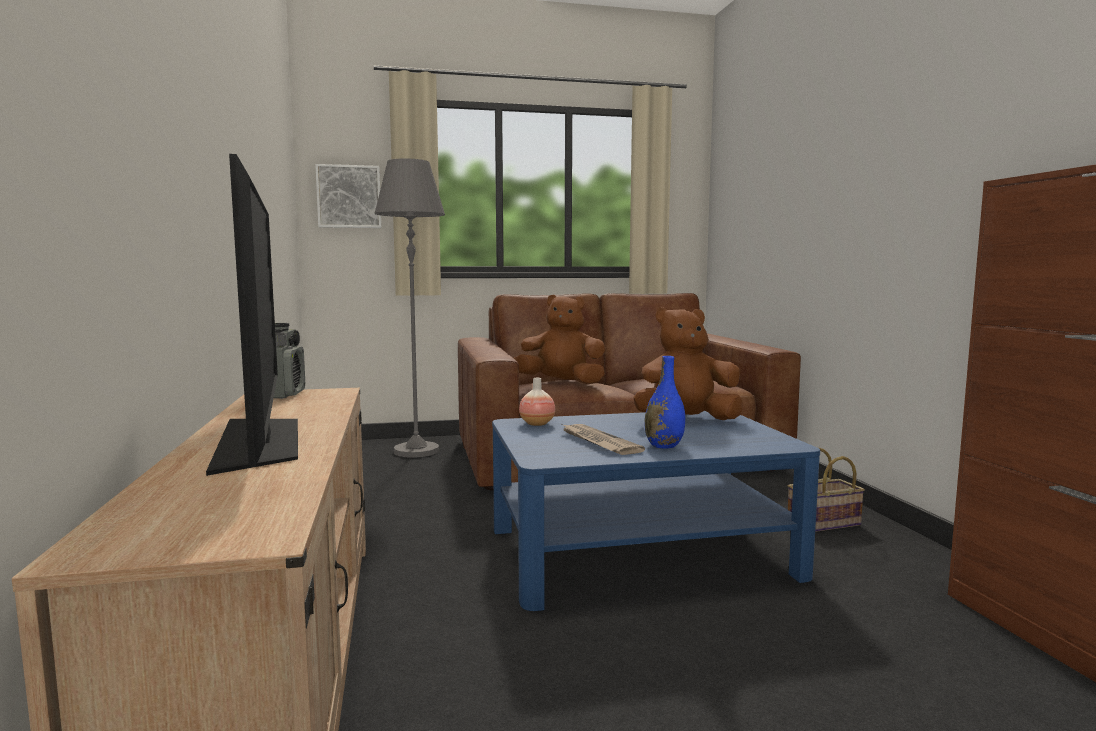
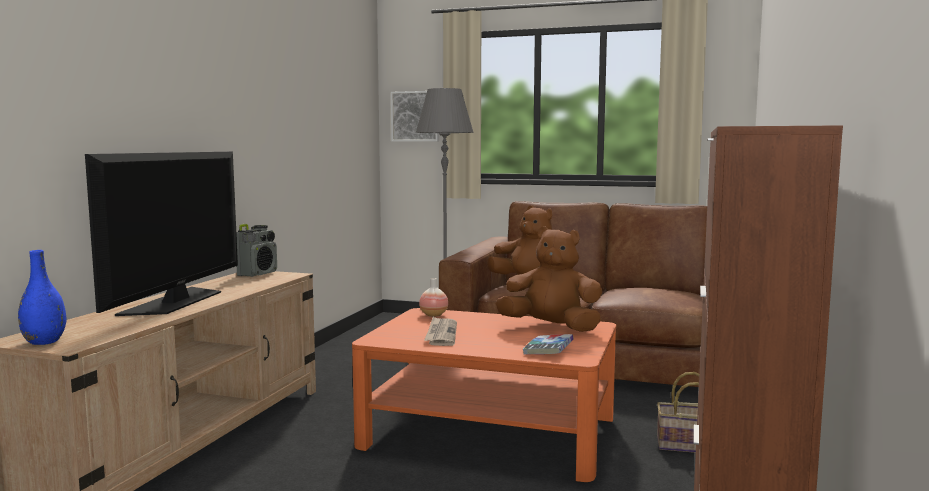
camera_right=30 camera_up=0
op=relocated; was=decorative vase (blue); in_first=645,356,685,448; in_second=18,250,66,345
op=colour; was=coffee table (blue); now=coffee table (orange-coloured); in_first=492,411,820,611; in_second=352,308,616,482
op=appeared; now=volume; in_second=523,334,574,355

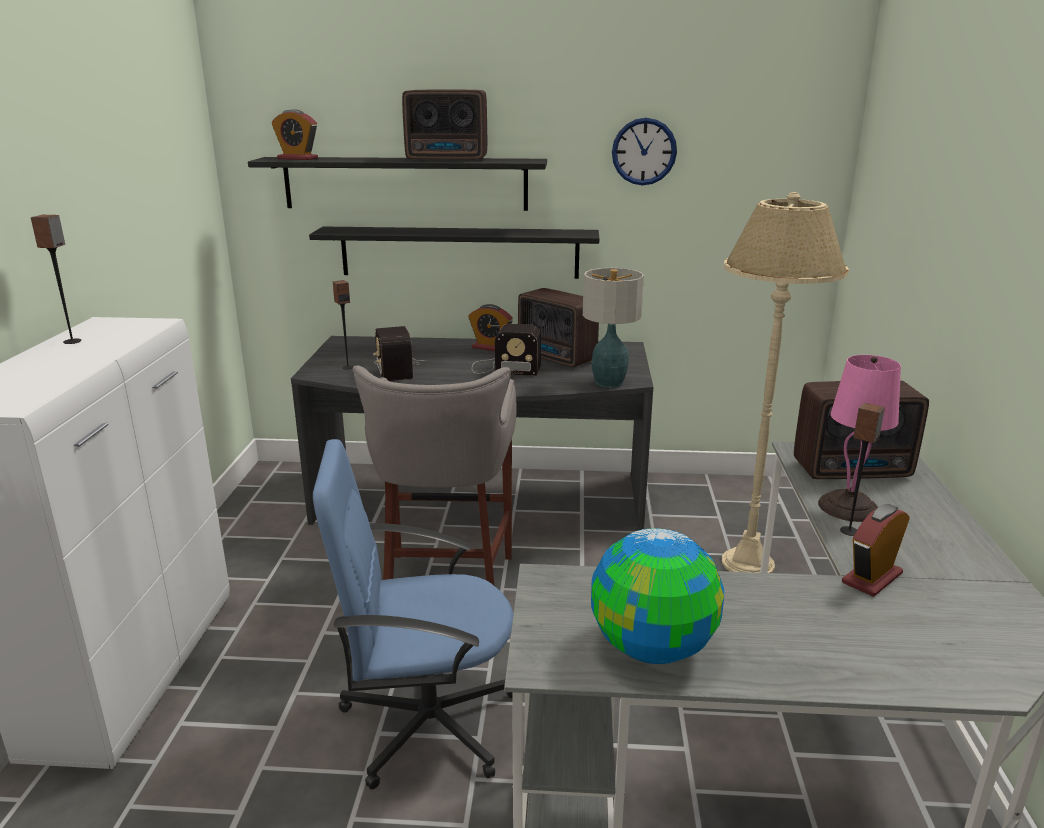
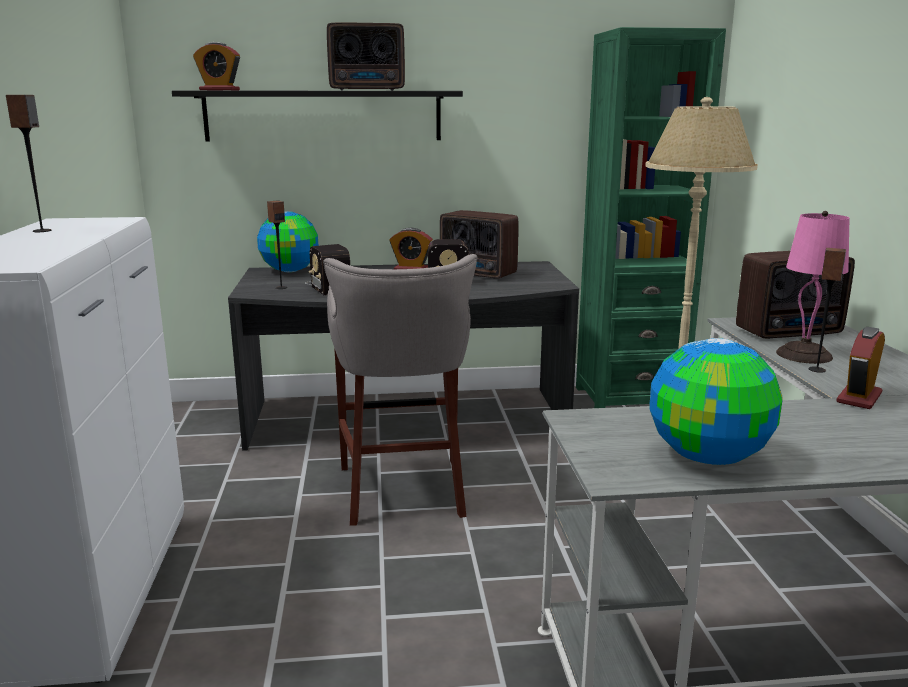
camera_right=-10 camera_up=-5
op=missing; was=clock on the wall; in_first=612,118,677,185
op=missing; was=wall shelf (black-coloured); in_first=309,227,599,279
op=missing; was=table lamp; in_first=583,268,644,388
op=missing; was=office chair (blue); in_first=313,439,514,789
op=appeared; now=bookshelf (greenish); in_second=576,27,726,408
op=appeared; now=world globe; in_second=257,211,318,272

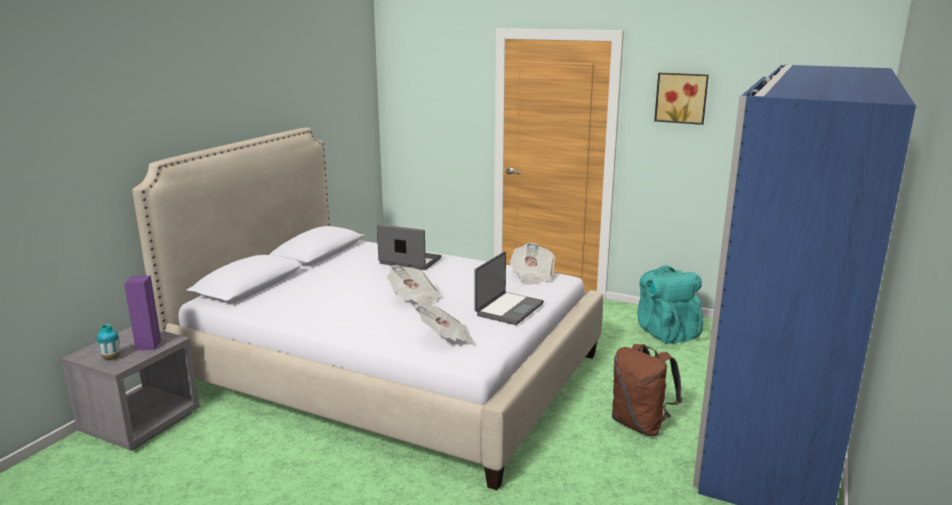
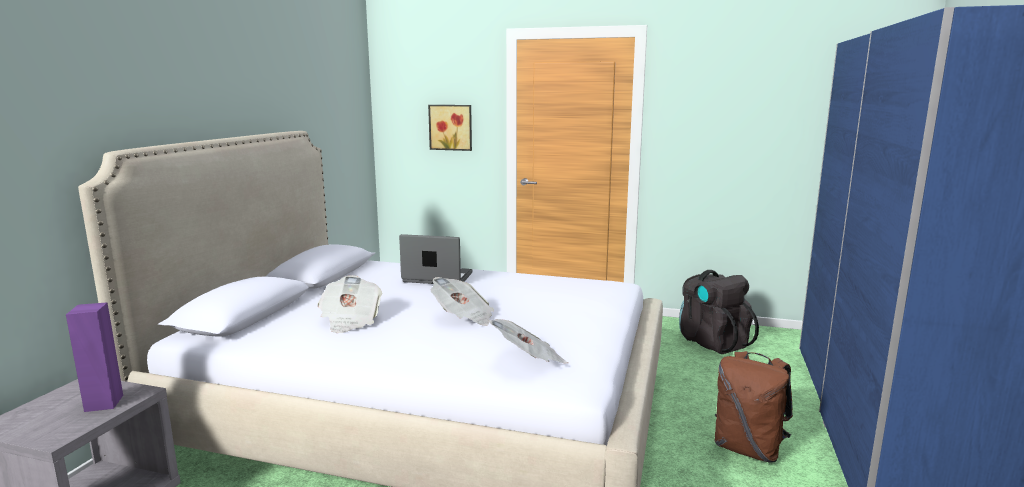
camera_right=-10 camera_up=-5
op=relocated; was=wall picture; in_first=654,73,709,125; in_second=428,105,472,151
op=relocated; was=newspaper; in_first=509,243,555,285; in_second=317,275,382,333
op=missing; was=portable computer; in_first=474,252,544,325
op=colour; was=rucksack (blue-green); now=rucksack (black-coloured); in_first=637,265,704,344; in_second=679,270,759,354
op=missing; was=decorative vase; in_first=97,324,121,360

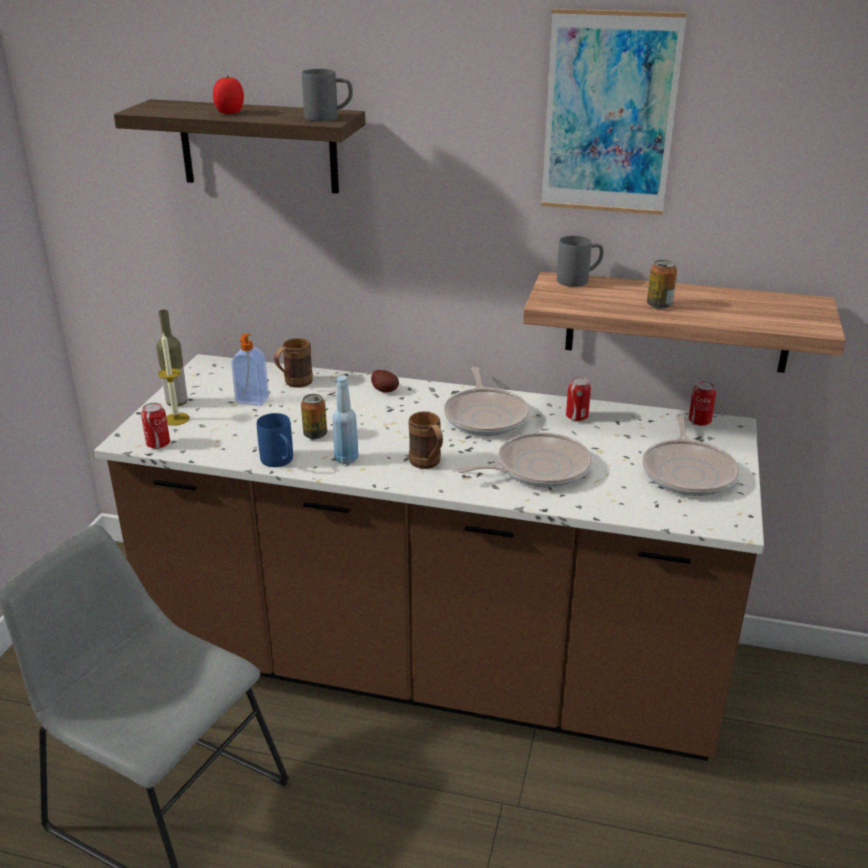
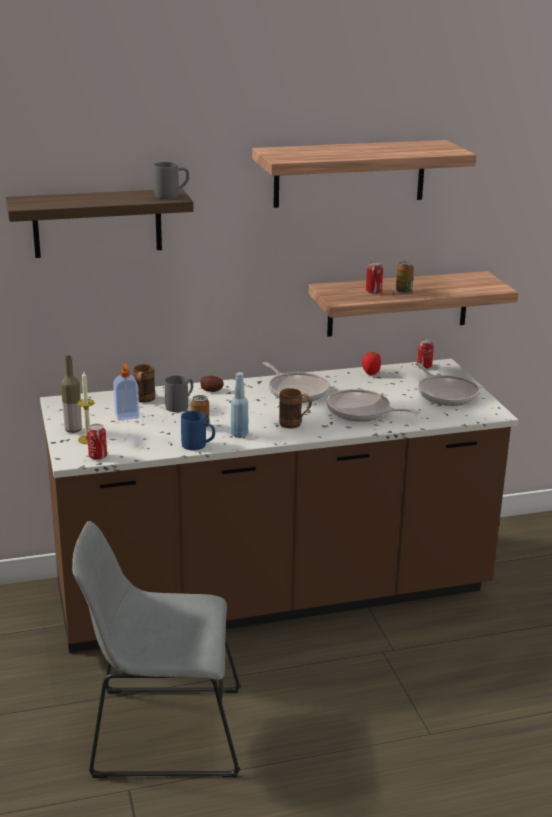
camera_right=-30 camera_up=-5
op=exchanged; was=wall picture; now=wall shelf; in_first=541,8,687,215; in_second=252,140,477,208
op=relocated; was=whole tomato; in_first=213,75,244,114; in_second=362,352,381,375
op=relocated; was=tea mug (gray); in_first=557,236,604,287; in_second=165,376,193,412
op=relocated; was=can; in_first=566,377,591,421; in_second=366,262,383,294
op=spun; was=pan; in_first=457,432,592,488; in_second=326,389,420,421; clockwise=-105

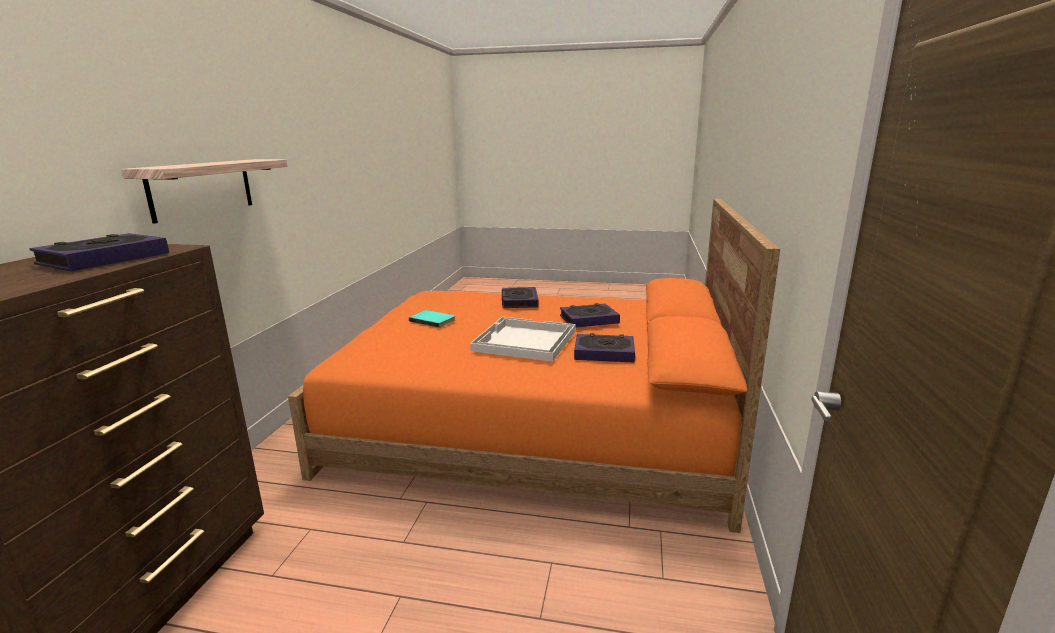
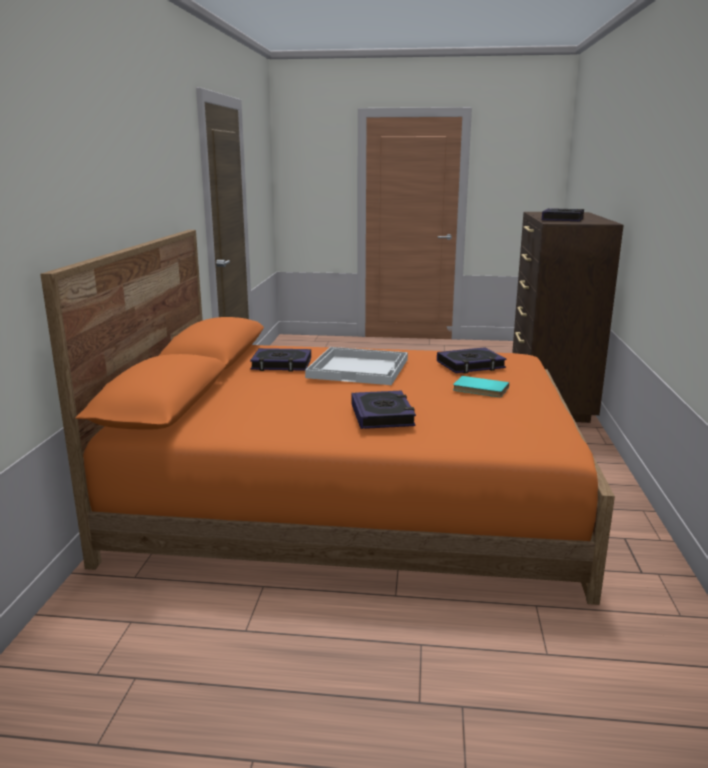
camera_right=175 camera_up=0
op=missing; was=wall shelf; in_first=121,159,287,224
op=relocated; was=volume; in_first=560,303,620,327; in_second=437,347,506,374

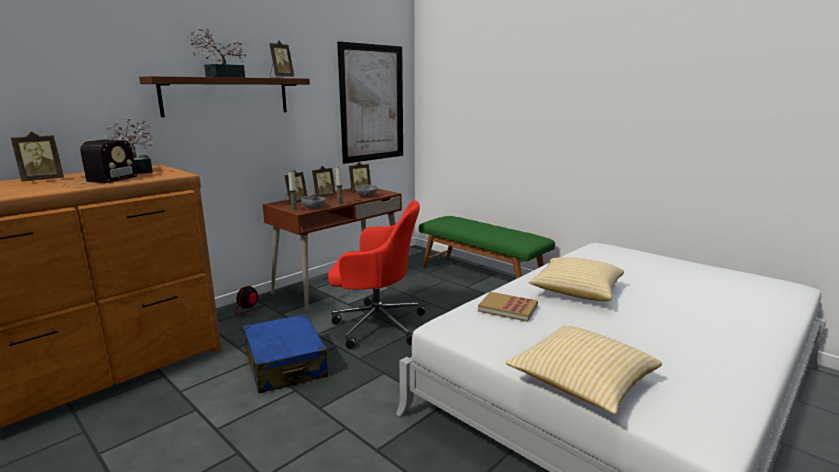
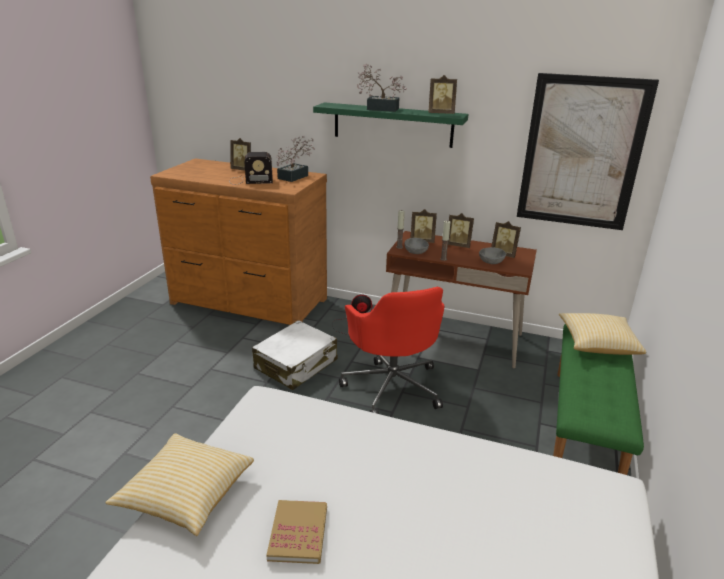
camera_right=65 camera_up=10
op=colour; was=wall shelf (brown-coloured); now=wall shelf (greenish); in_first=139,76,310,117; in_second=313,102,468,148
op=relocated; was=cushion; in_first=529,257,624,301; in_second=559,313,646,355
op=relocated; was=volume; in_first=478,292,538,322; in_second=267,500,327,564
op=colour; was=travel case (blue); now=travel case (whitish); in_first=243,314,328,393; in_second=252,320,337,390

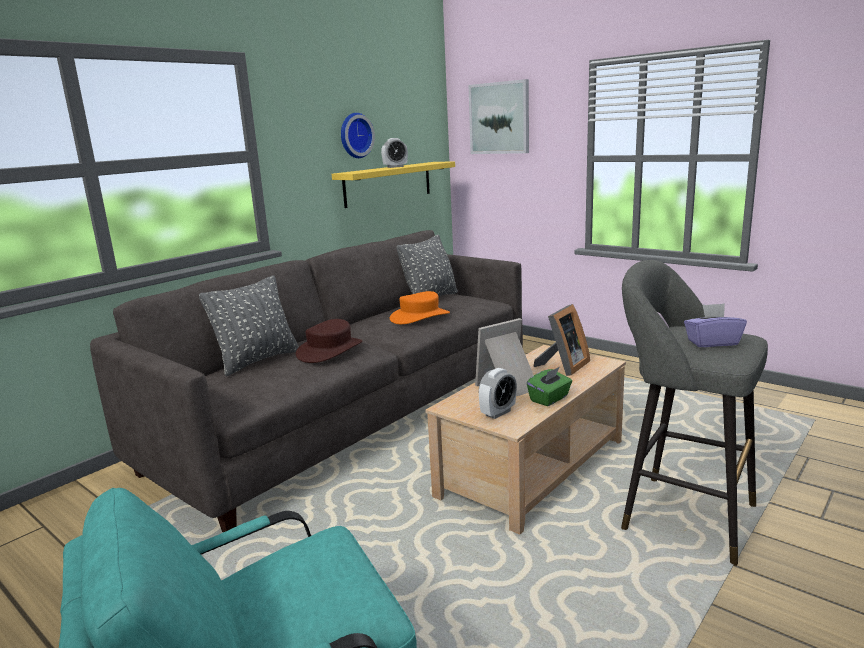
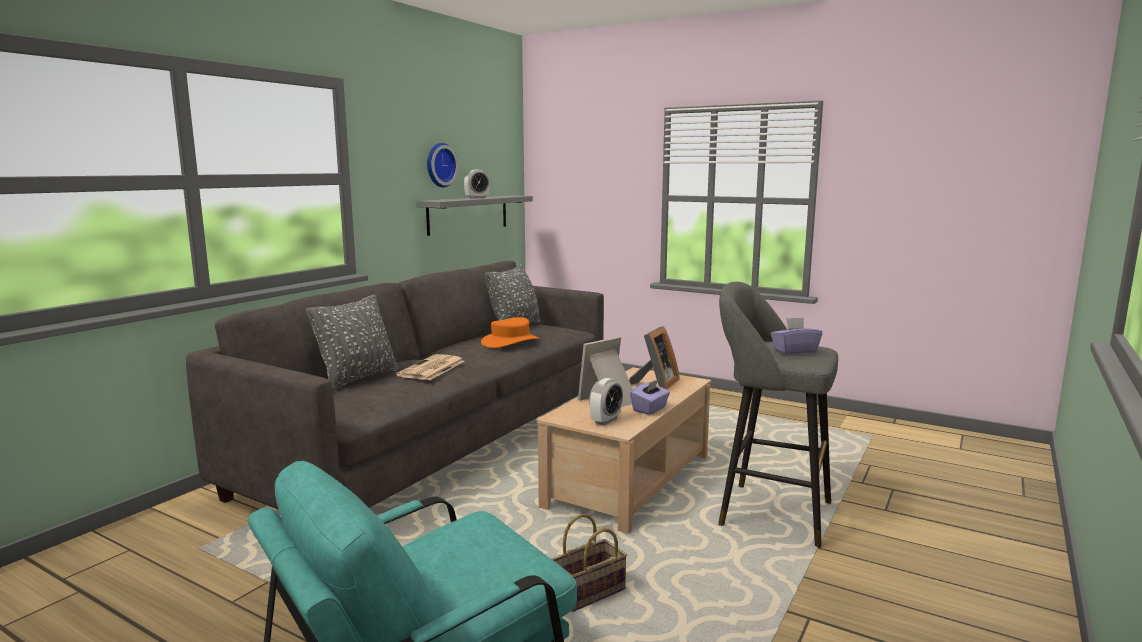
camera_right=-10 camera_up=-5
op=missing; was=wall picture; in_first=468,79,529,154
op=colour; was=wall shelf (yellow-coloured); now=wall shelf (gray); in_first=332,162,455,208; in_second=417,195,533,236
op=exchanged; was=clothing hat (brown-coloured); now=newspaper; in_first=296,319,363,363; in_second=396,354,464,380
op=colour; was=tissue holder (greenish); now=tissue holder (purple-coloured); in_first=527,367,572,406; in_second=630,379,670,415
op=appeared; now=storage basket; in_second=552,514,627,612

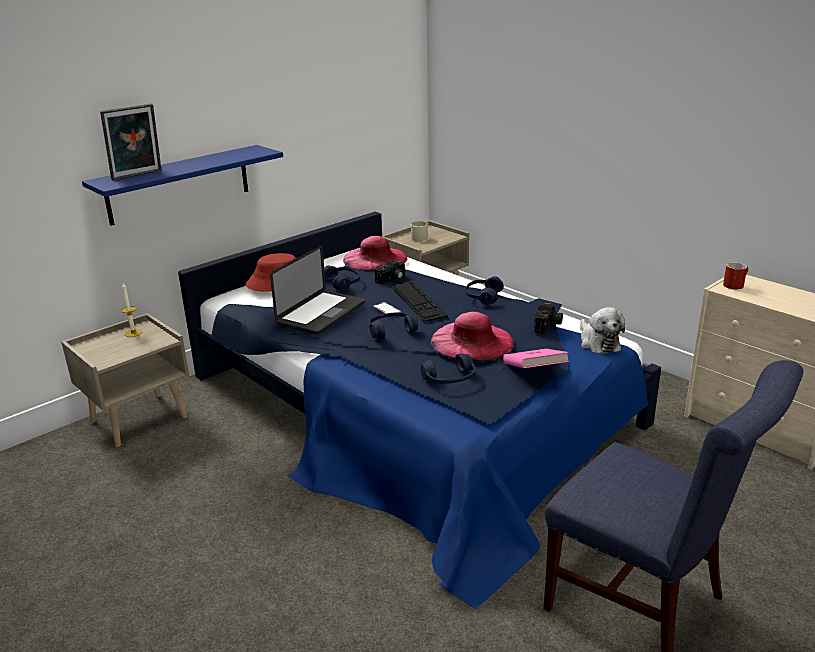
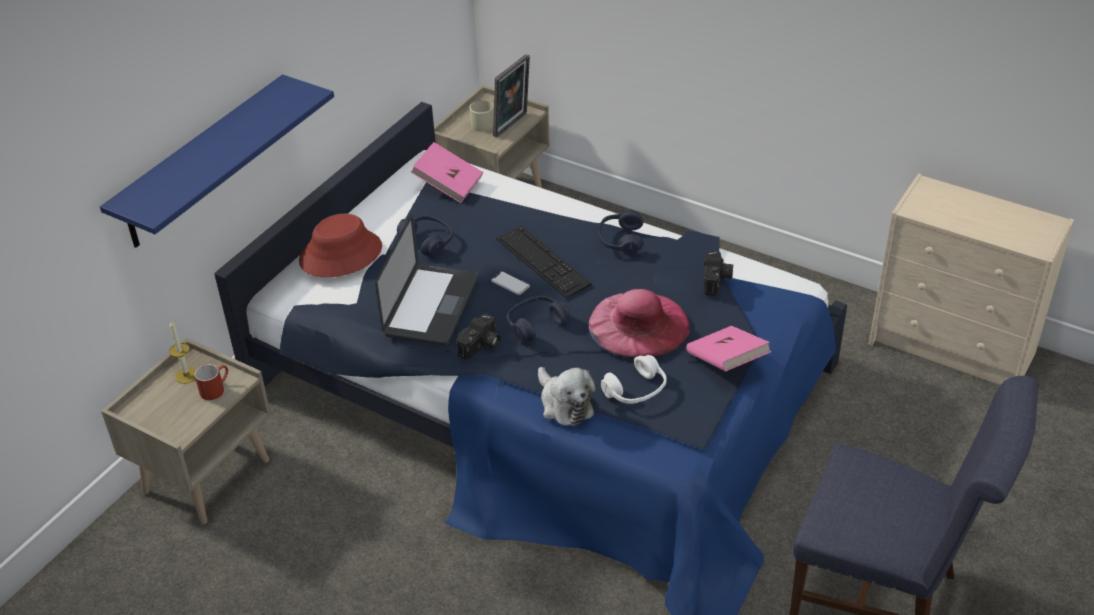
camera_right=-15 camera_up=15
op=relocated; was=picture frame; in_first=100,104,162,181; in_second=493,54,530,138
op=exchanged; was=clothing hat (pink-coloured); now=volume (pink-coloured); in_first=343,236,408,271; in_second=411,142,483,203
op=relocated; was=still camera; in_first=374,260,405,284; in_second=457,314,501,360
op=relocated; was=tea mug (reddish); in_first=723,262,748,290; in_second=194,364,228,400
op=relocated; was=cuddly toy; in_first=580,307,625,354; in_second=538,367,596,426
op=colour; was=headset (blue); now=headset (whitish); in_first=421,353,476,384; in_second=601,355,667,404

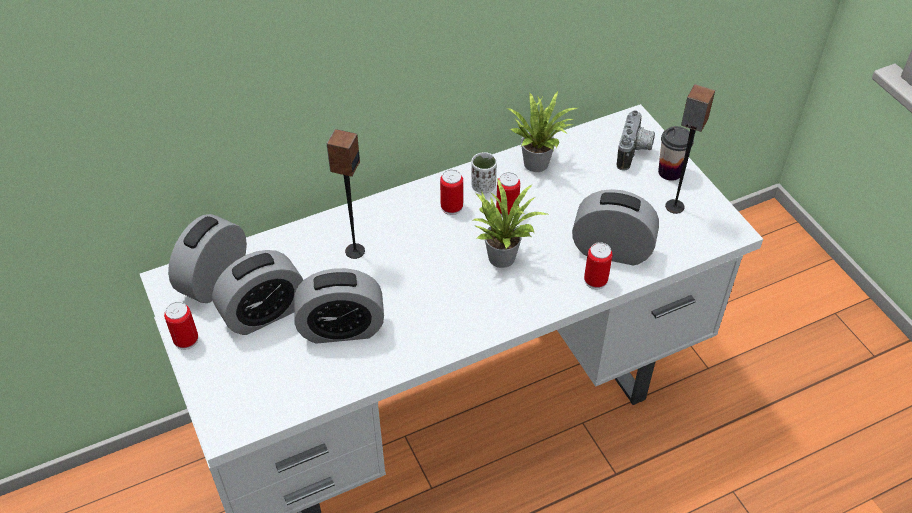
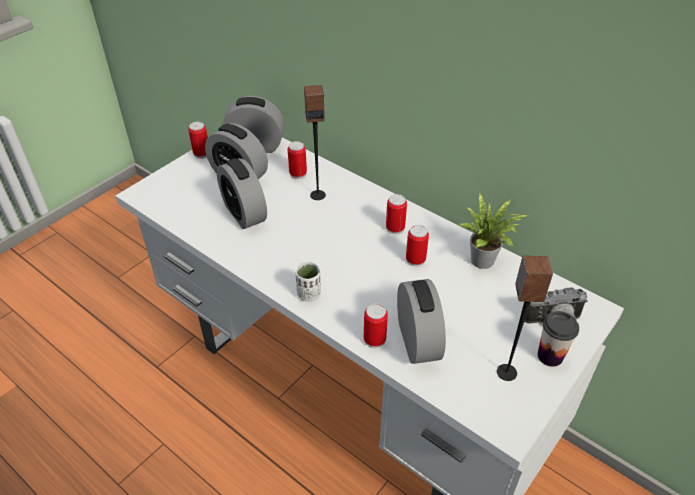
camera_right=65 camera_up=-5
op=relocated; was=cup (whitish); in_first=471,152,497,193; in_second=295,262,321,301
op=missing; was=plant in a pot; in_first=473,178,547,268
op=appeared; now=can; in_second=288,141,307,179

